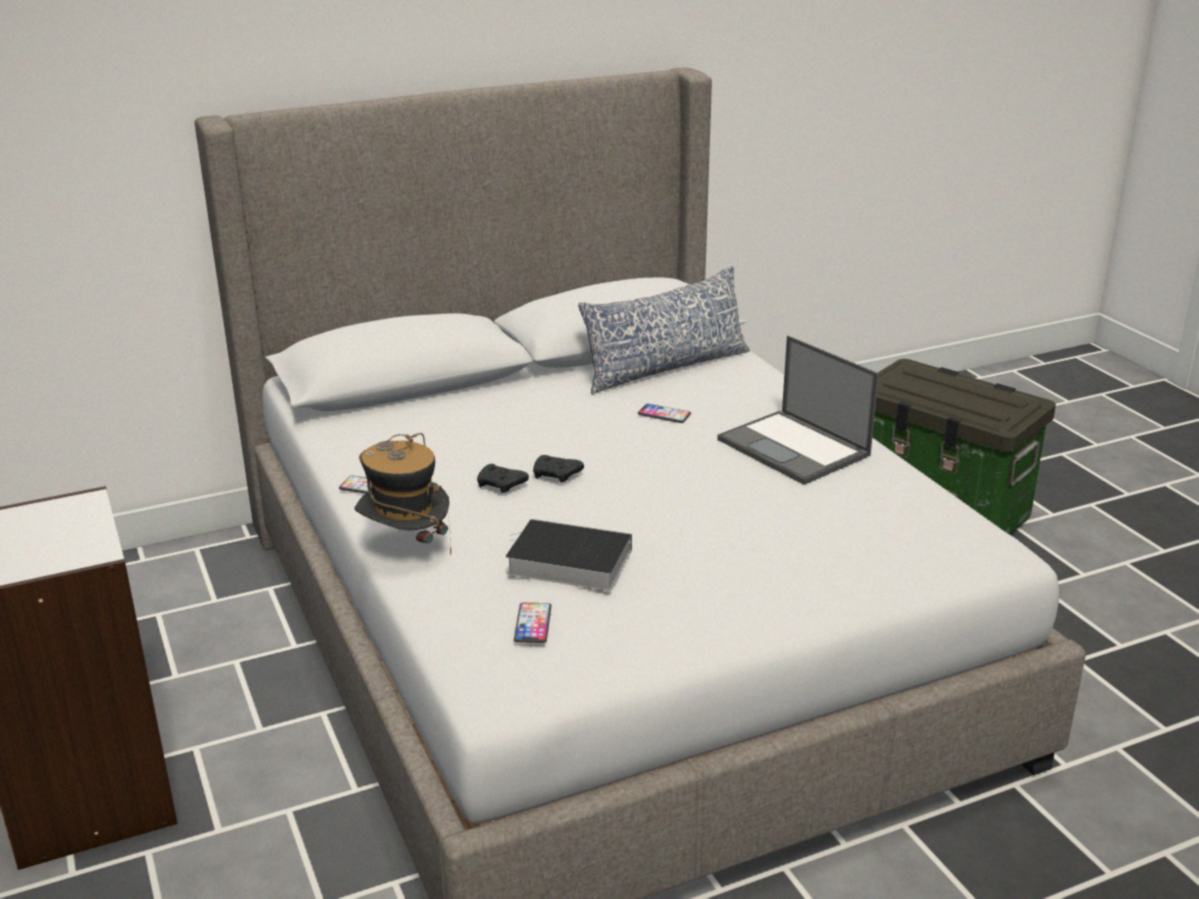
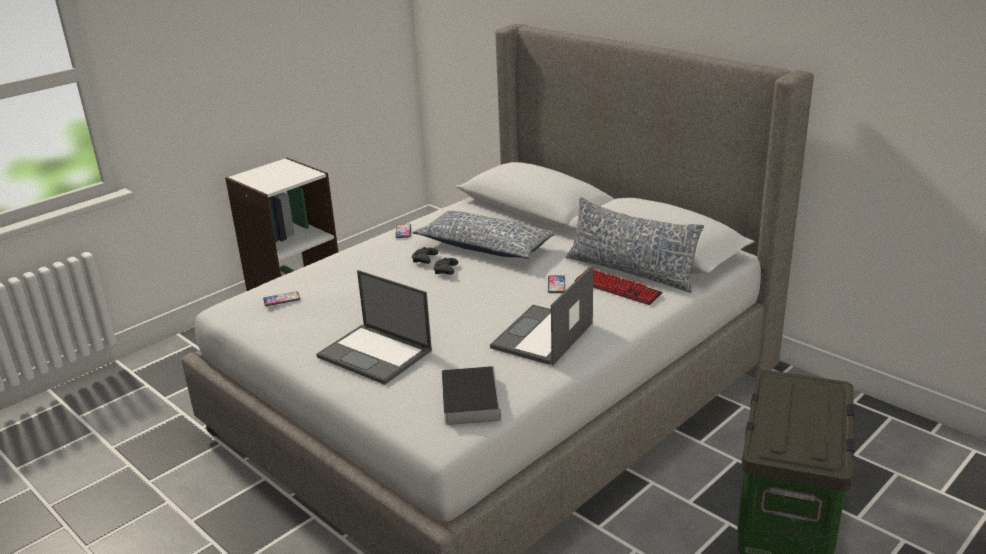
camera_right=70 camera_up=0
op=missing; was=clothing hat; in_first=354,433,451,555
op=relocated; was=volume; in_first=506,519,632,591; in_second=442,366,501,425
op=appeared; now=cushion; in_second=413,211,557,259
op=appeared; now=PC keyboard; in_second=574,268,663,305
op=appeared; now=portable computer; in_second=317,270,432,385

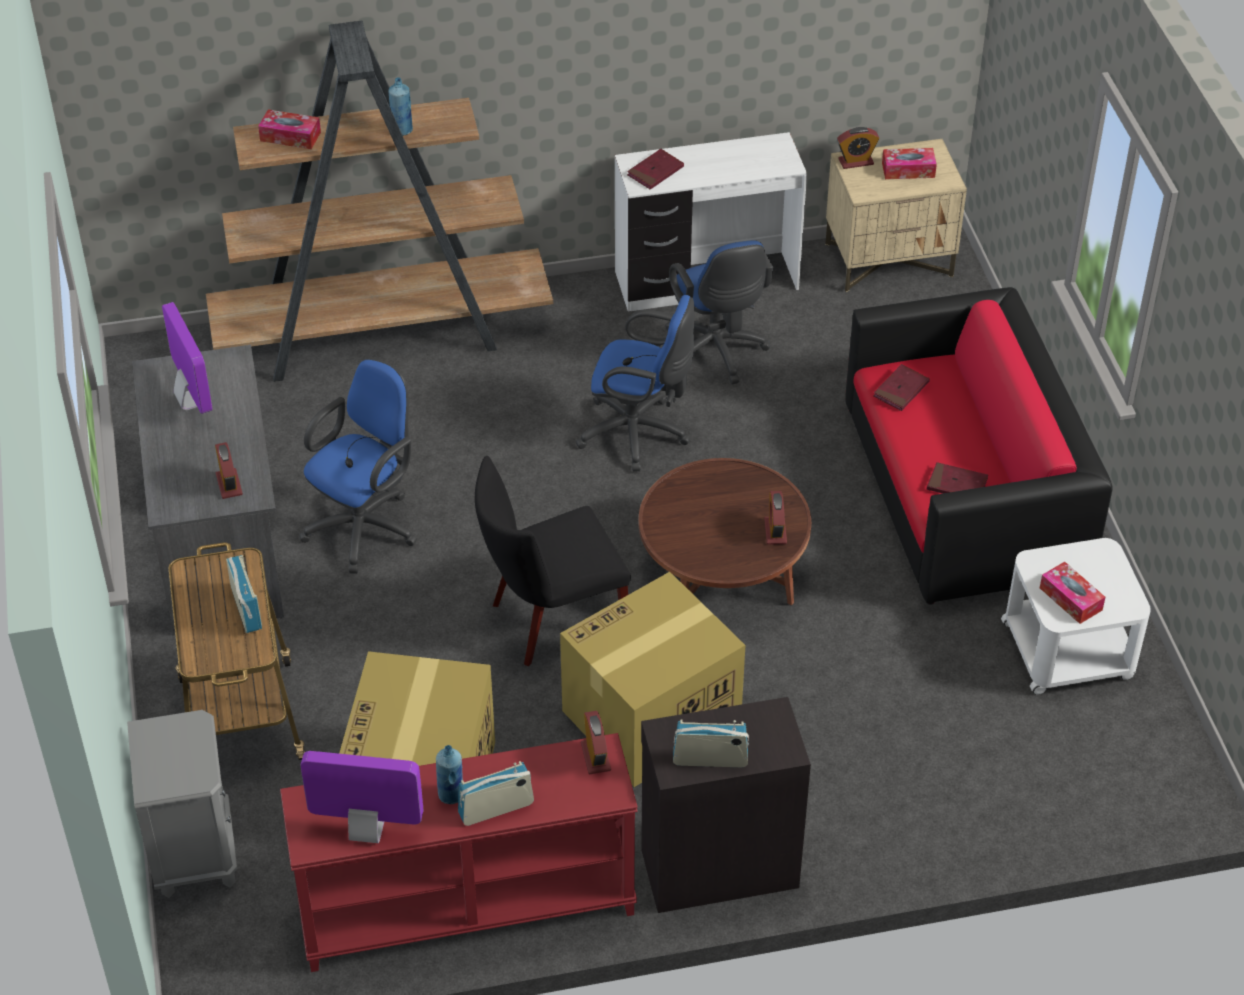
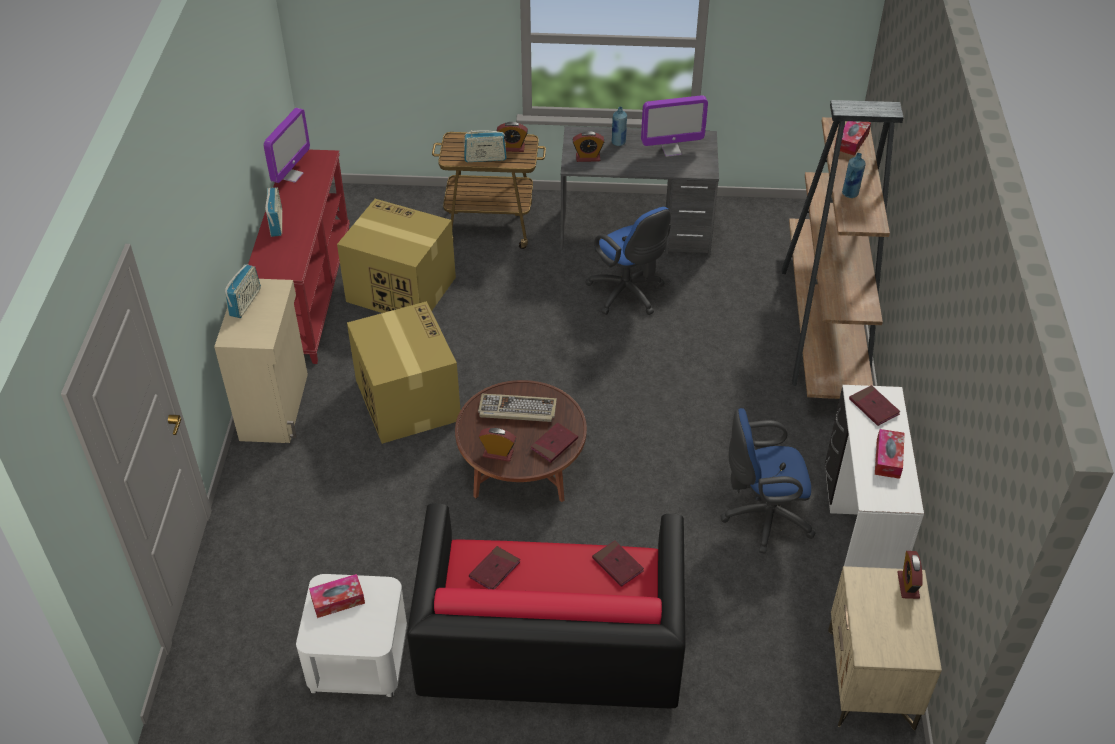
camera_right=105 camera_up=0
op=relocated; was=tissue holder; in_first=882,148,937,179; in_second=875,429,905,479
op=missing; was=office chair (blue); in_first=576,295,695,471
op=missing; was=plain chair (black-coloured); in_first=475,456,631,666
op=colour; was=cabinet (black-coloured); now=cabinet (beige); in_first=641,697,811,913; in_second=214,279,308,443
op=missing; was=night table (gray); in_first=127,710,237,898
op=relocated; was=bedside clock; in_first=581,711,611,774; in_second=497,122,528,152
op=relocated; was=drink bottle (blue); in_first=436,745,463,804; in_second=612,107,627,146
op=appeared; now=PC keyboard; in_second=478,394,557,422
op=appeared; now=volume (reddish); in_second=530,422,578,463

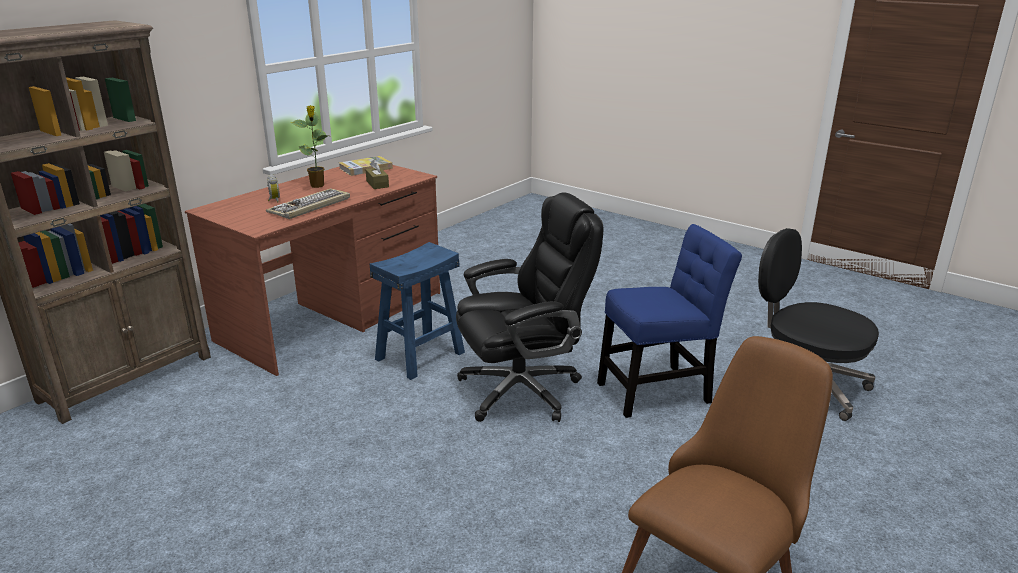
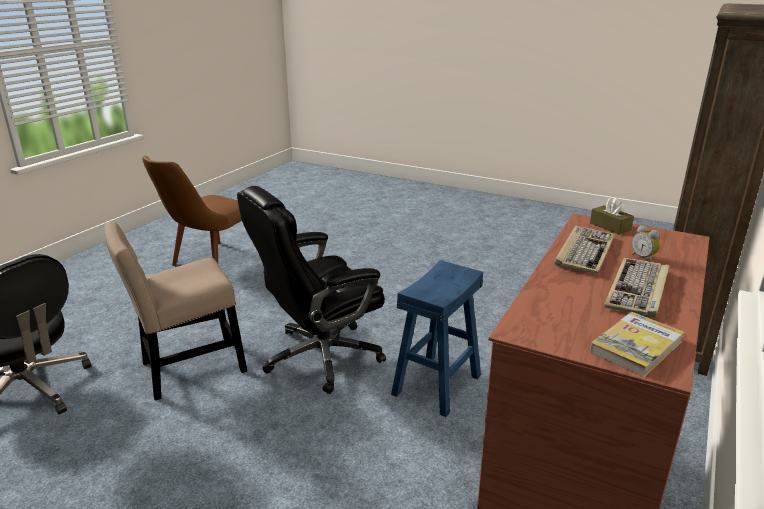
camera_right=170 camera_up=0
op=exchanged; was=plant in a pot; now=PC keyboard; in_first=291,105,328,188; in_second=604,258,669,318
op=relocated; was=tissue holder (brown-coloured); in_first=365,160,389,189; in_second=590,198,634,235
op=colour; was=plain chair (blue); now=plain chair (beige); in_first=597,224,742,418; in_second=104,221,247,401

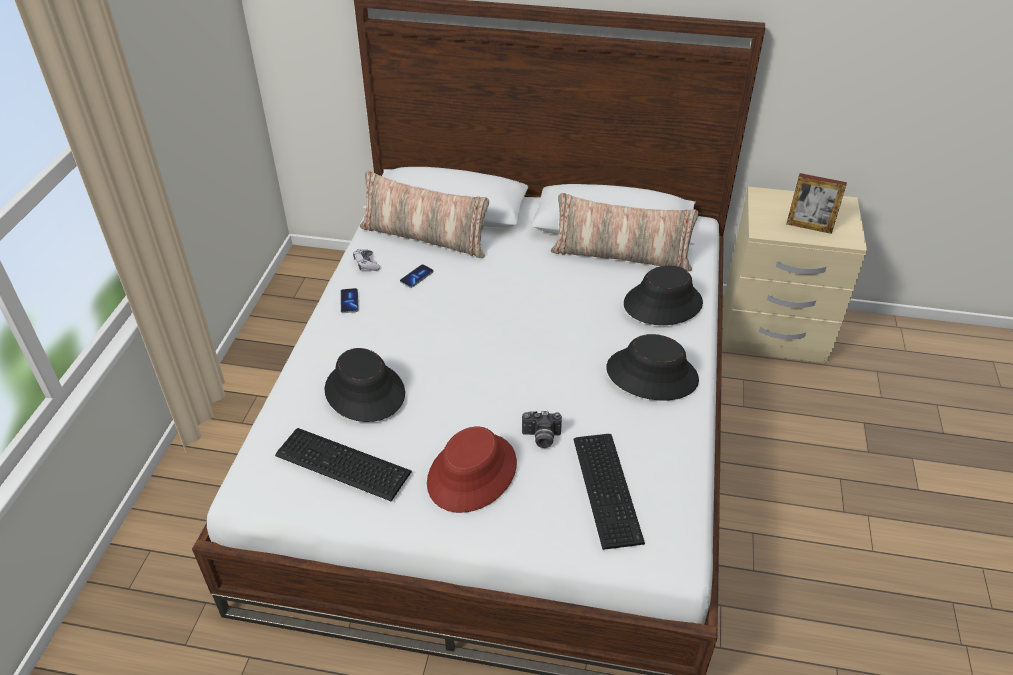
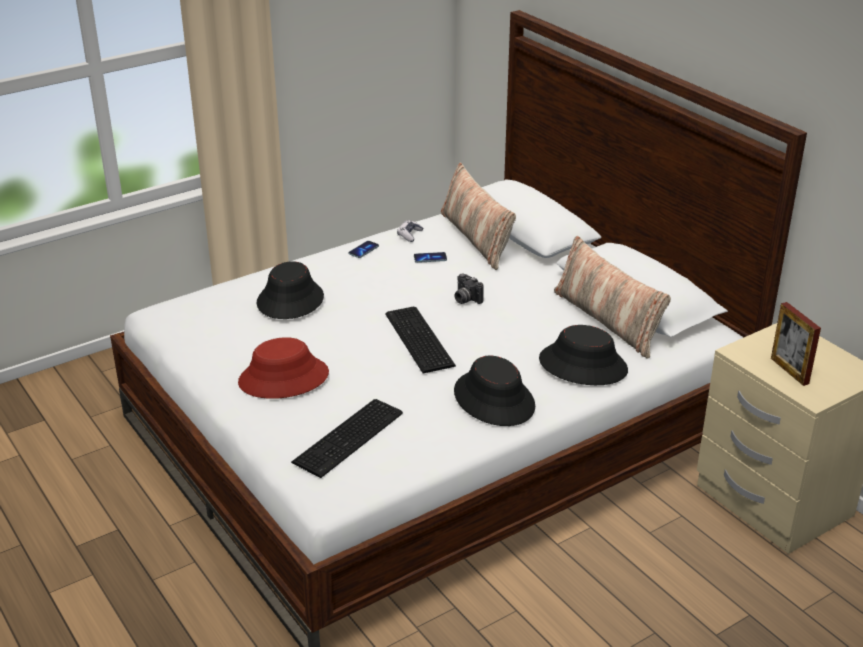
camera_right=45 camera_up=-10
op=relocated; was=still camera; in_first=522,411,562,448; in_second=455,273,484,304
op=relocated; was=PC keyboard; in_first=275,428,412,501; in_second=385,307,456,373

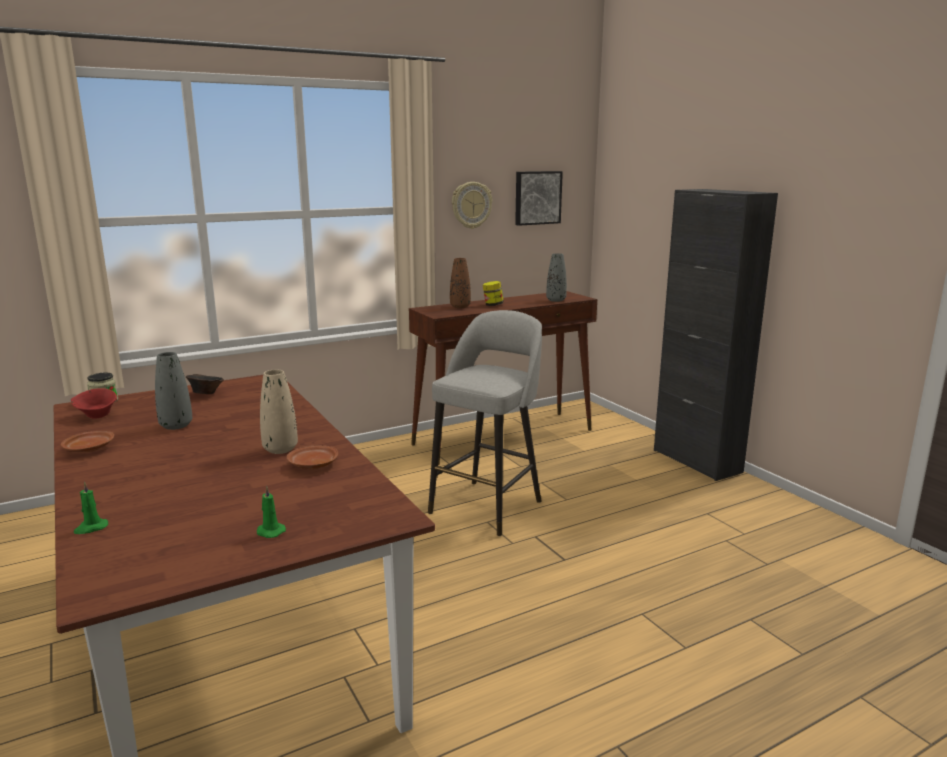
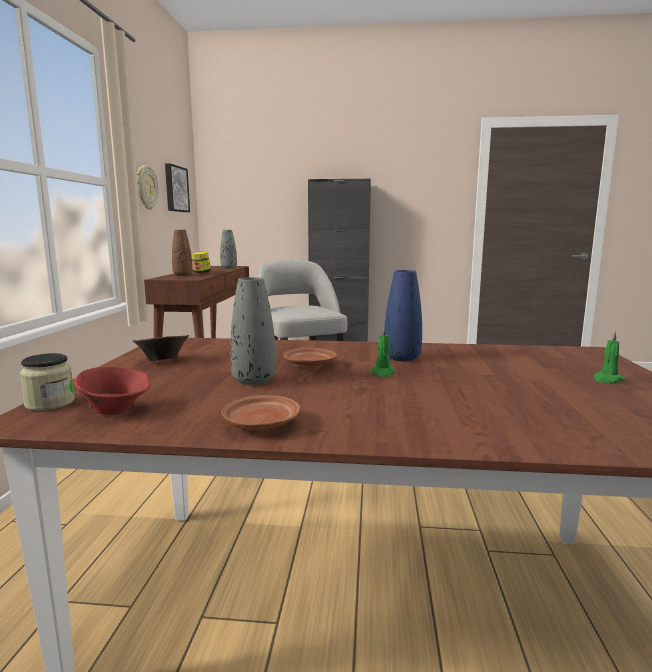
camera_right=-55 camera_up=-5
op=colour; was=decorative vase (beige); now=decorative vase (blue); in_first=260,369,298,454; in_second=384,270,422,361
op=relocated; was=plate (brown-coloured); in_first=287,445,338,469; in_second=283,347,337,368
op=relocated; was=wax light (greenish); in_first=73,482,108,534; in_second=370,327,395,377

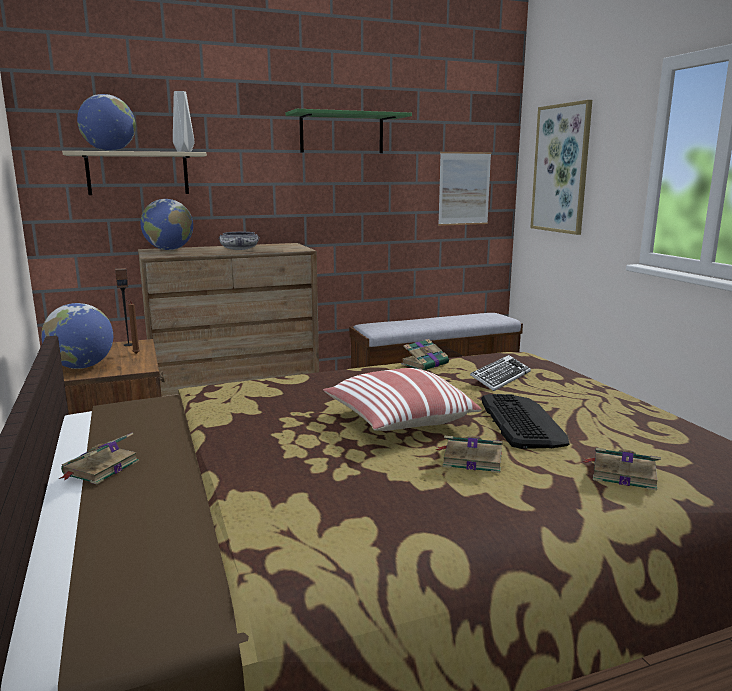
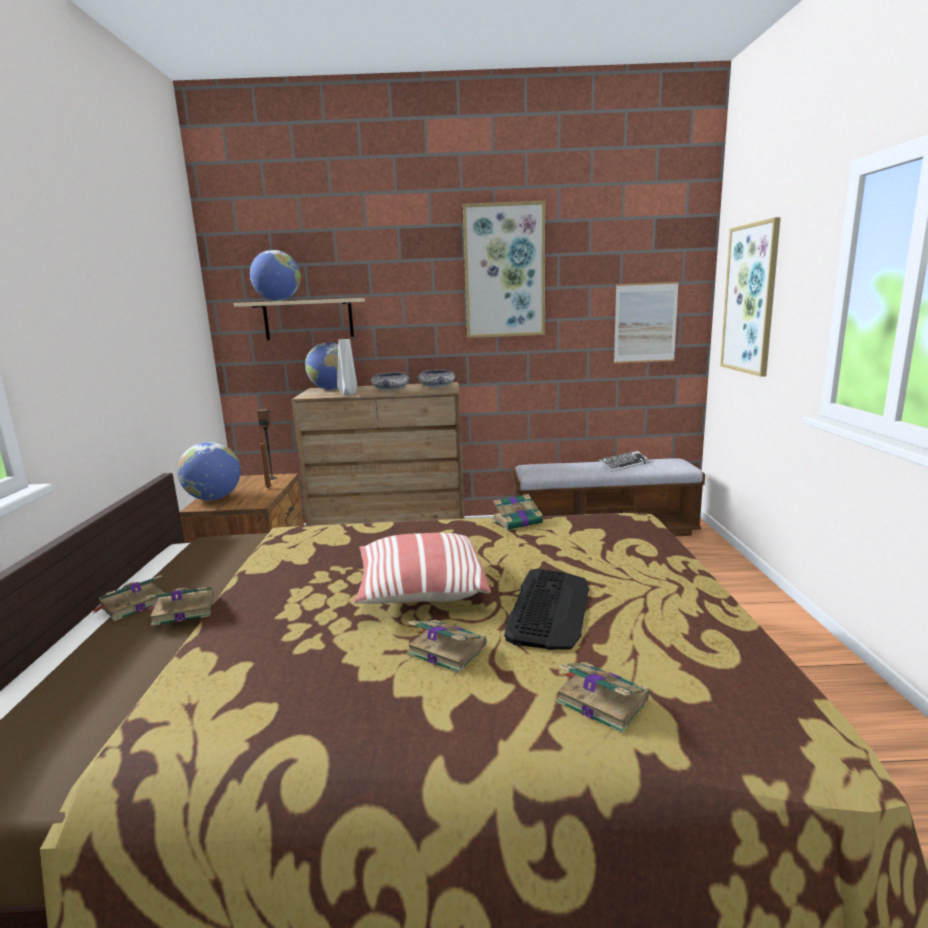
camera_right=20 camera_up=0
op=relocated; was=decorative vase (gray); in_first=173,91,195,152; in_second=337,339,357,396
op=exchanged; was=wall shelf (greenish); now=wall picture; in_first=285,109,412,153; in_second=463,201,545,338
op=relocated; was=PC keyboard; in_first=470,355,531,391; in_second=599,451,651,472
op=appeared; now=bowl; in_second=417,370,455,388
op=appeared; now=volume; in_second=145,587,215,626

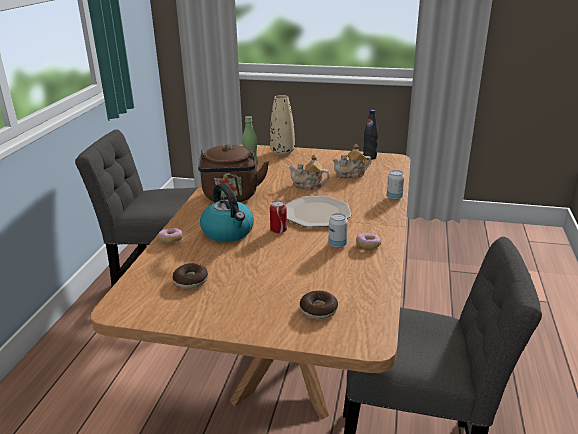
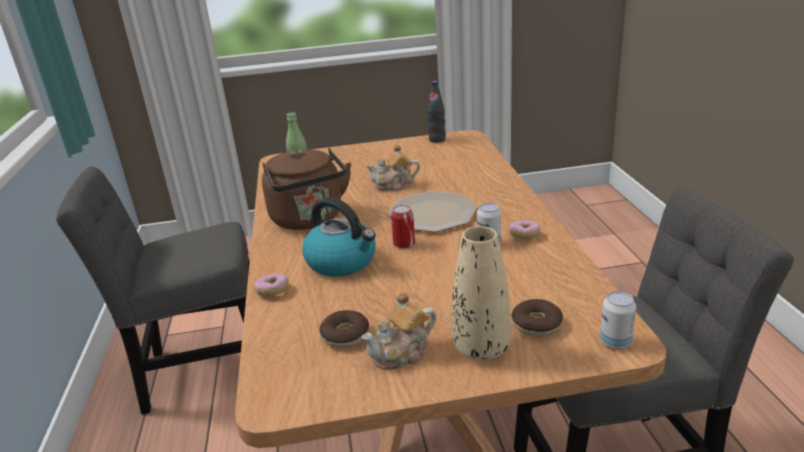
camera_right=-20 camera_up=0
op=relocated; was=decorative vase (beige); in_first=270,95,295,155; in_second=452,226,511,361
op=relocated; was=teapot; in_first=332,144,371,179; in_second=361,292,437,370
op=relocated; was=can; in_first=387,170,404,200; in_second=600,291,636,349

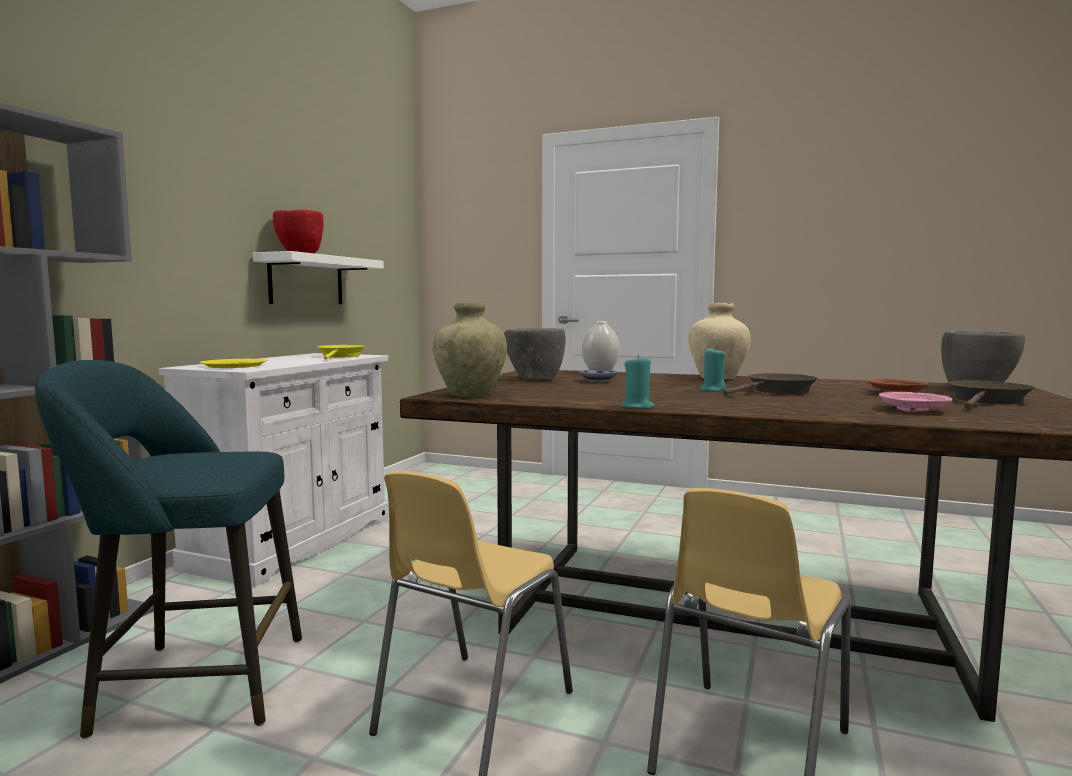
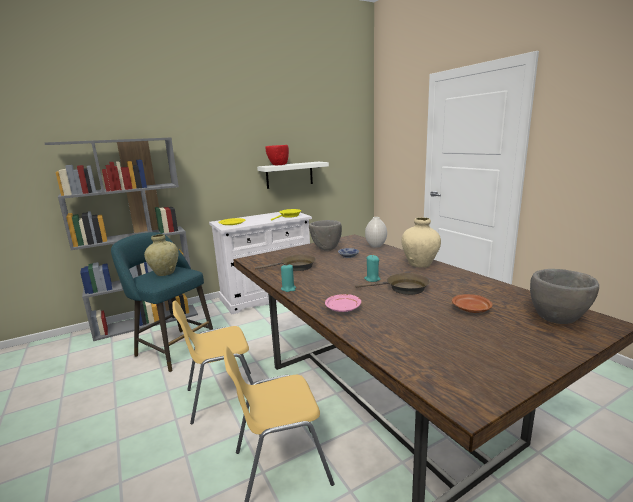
camera_right=40 camera_up=10
op=relocated; was=decorative vase (beige); in_first=433,302,507,397; in_second=144,234,178,276
op=relocated; was=pan (brown-coloured); in_first=947,380,1035,409; in_second=255,255,316,271
op=relocated; was=plate (pink-coloured); in_first=879,392,953,412; in_second=325,294,361,312

